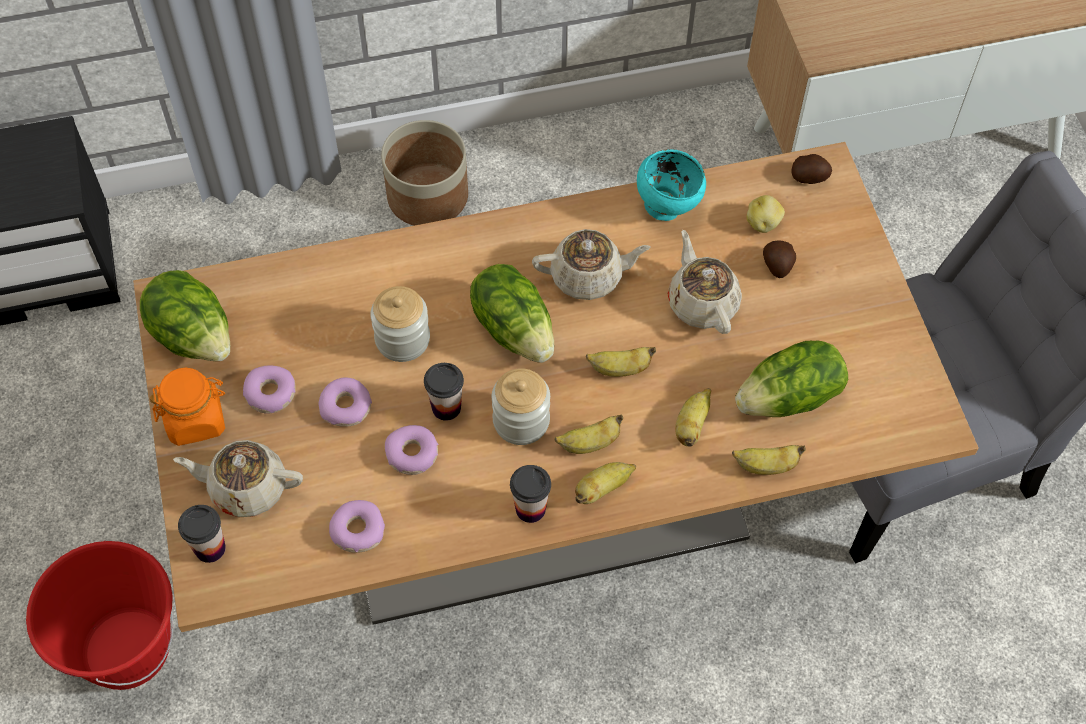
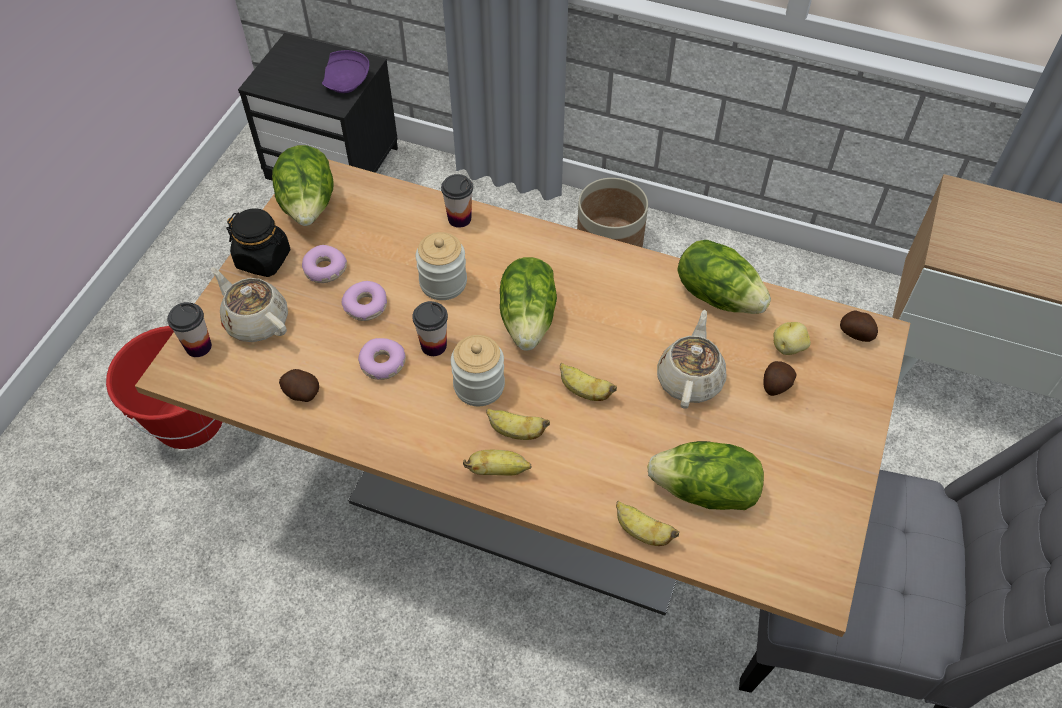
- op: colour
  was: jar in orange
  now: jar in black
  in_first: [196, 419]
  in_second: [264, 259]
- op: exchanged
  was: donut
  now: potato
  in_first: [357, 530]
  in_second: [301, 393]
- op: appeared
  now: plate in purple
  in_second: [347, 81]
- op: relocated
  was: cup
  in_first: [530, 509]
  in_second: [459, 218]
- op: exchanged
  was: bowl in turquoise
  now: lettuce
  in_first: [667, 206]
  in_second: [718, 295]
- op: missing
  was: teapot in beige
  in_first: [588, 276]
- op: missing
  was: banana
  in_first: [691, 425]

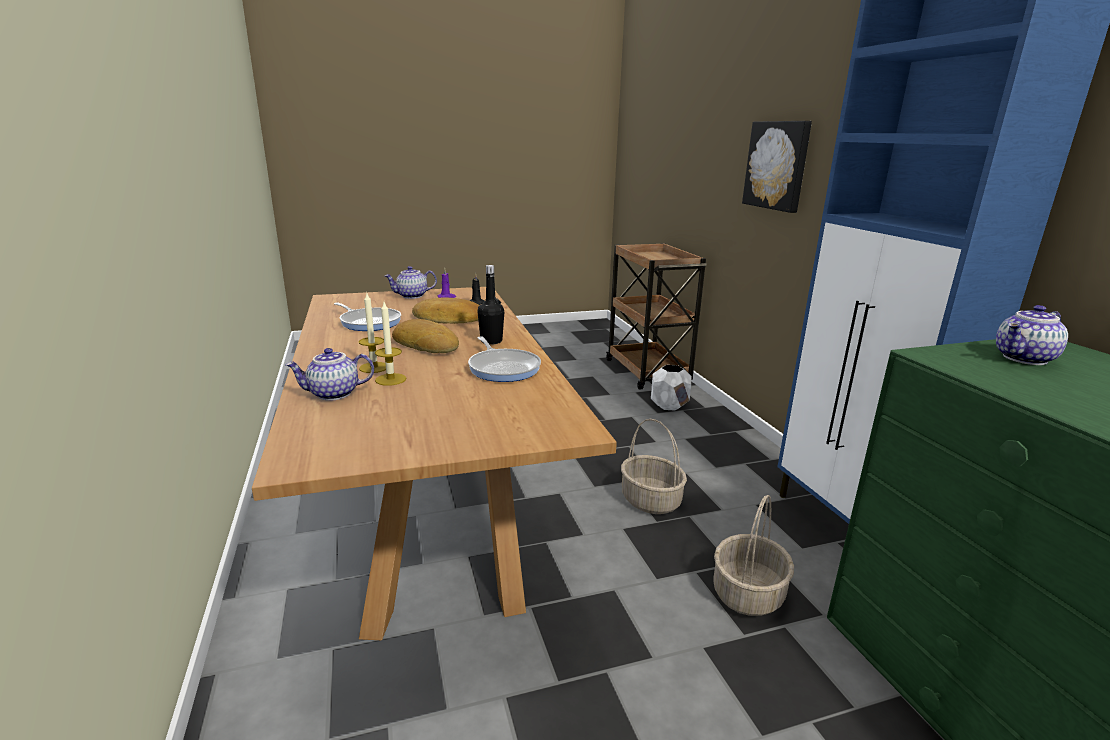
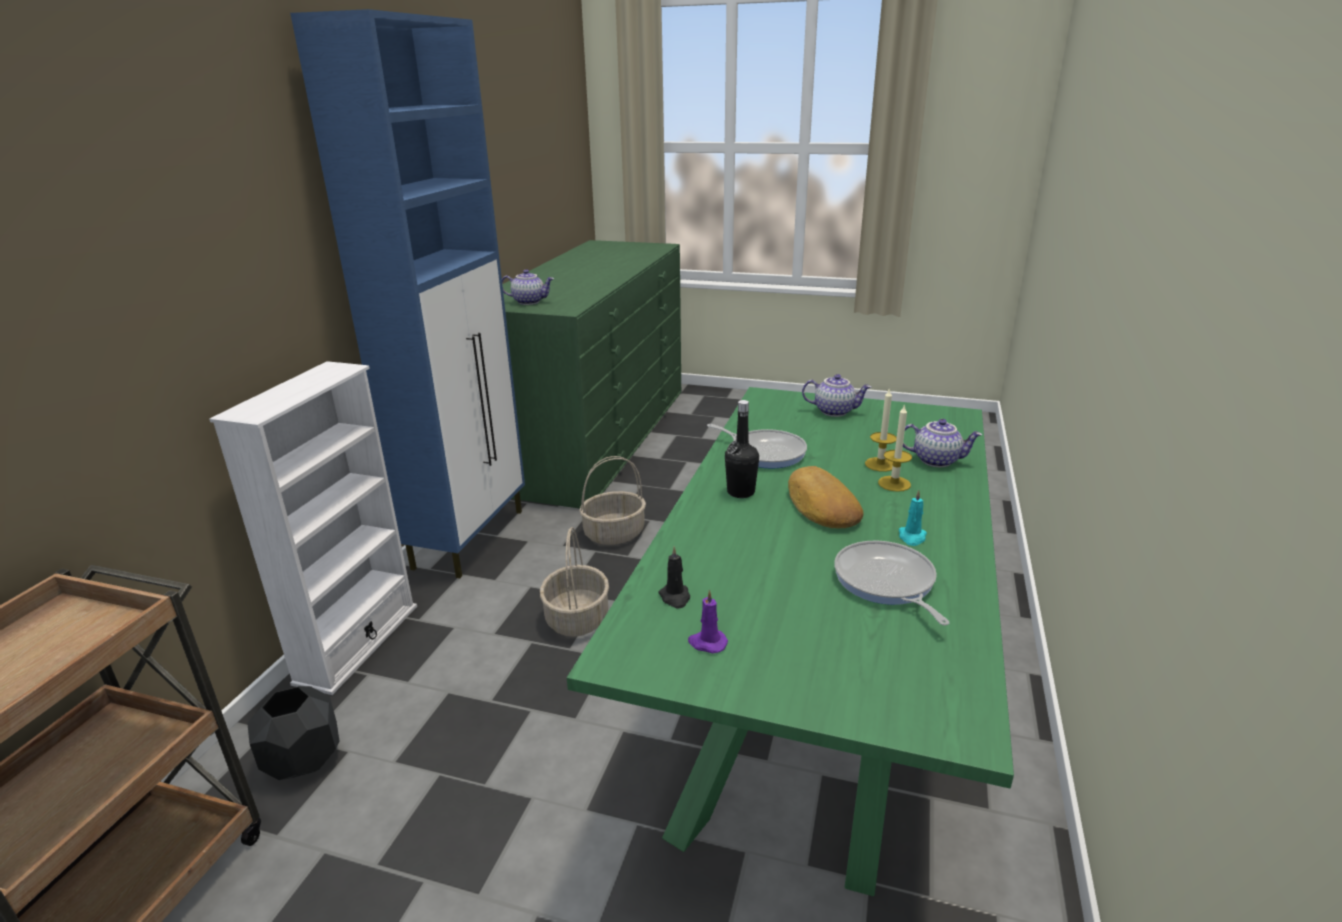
- op: appeared
  now: bookcase in white
  in_second: [357, 643]
- op: colour
  was: planter in white
  now: planter in black
  in_first: [669, 406]
  in_second: [303, 760]
- op: colour
  was: dining table in brown
  now: dining table in green
  in_first: [433, 511]
  in_second: [811, 697]
- op: spun
  was: frying pan
  in_first: [503, 368]
  in_second: [764, 452]
  clockwise: 120
- op: relocated
  was: teapot
  in_first: [412, 296]
  in_second: [834, 411]
- op: appeared
  now: candle in turquoise
  in_second: [912, 537]
- op: missing
  was: bread
  in_first: [449, 319]
- op: missing
  was: picture
  in_first: [777, 165]

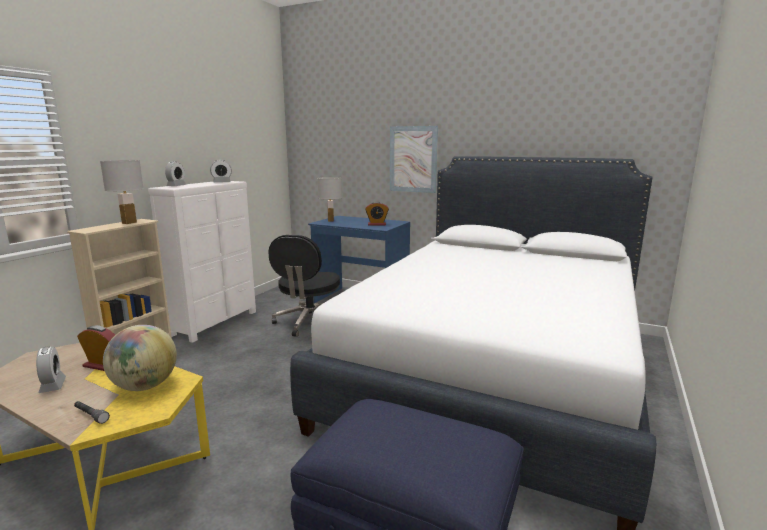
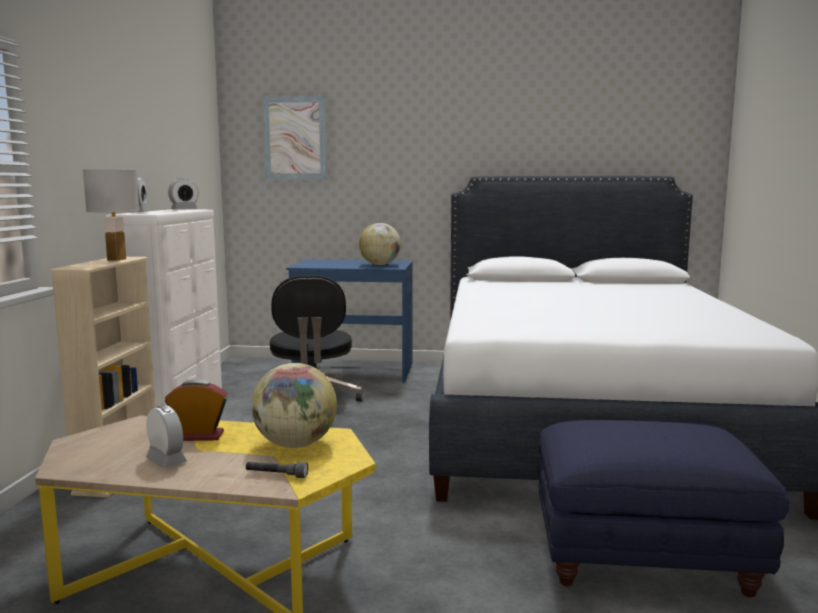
- op: relocated
  was: picture
  in_first: [413, 159]
  in_second: [295, 138]
- op: exchanged
  was: alarm clock
  now: globe
  in_first: [377, 224]
  in_second: [380, 264]
- op: missing
  was: table lamp in white
  in_first: [330, 220]

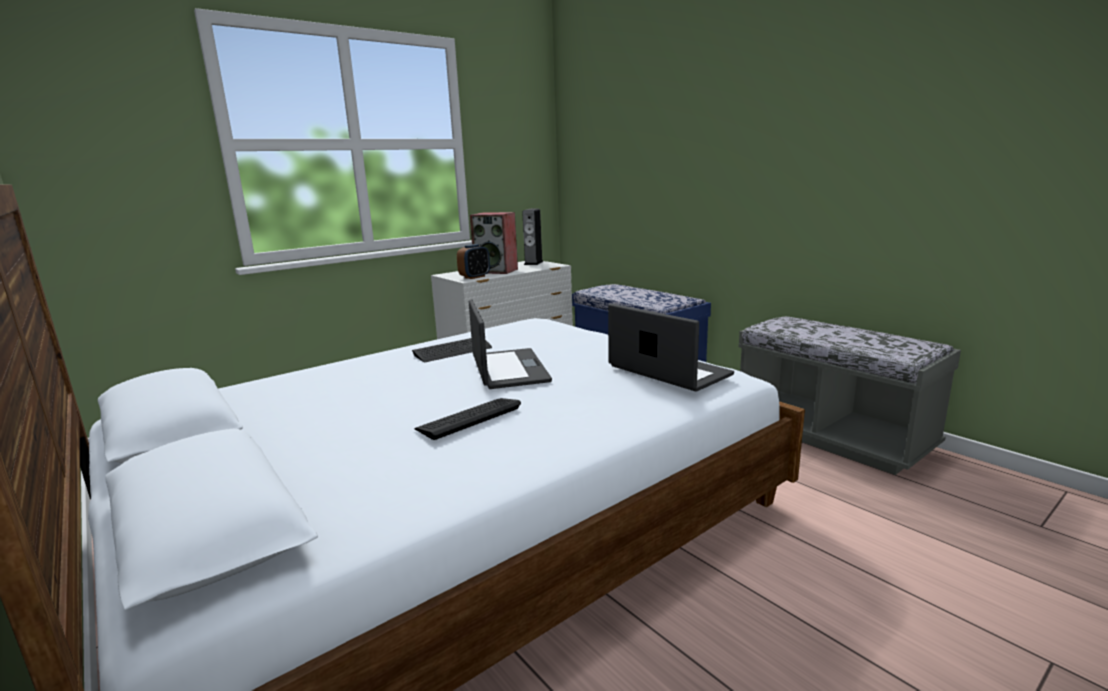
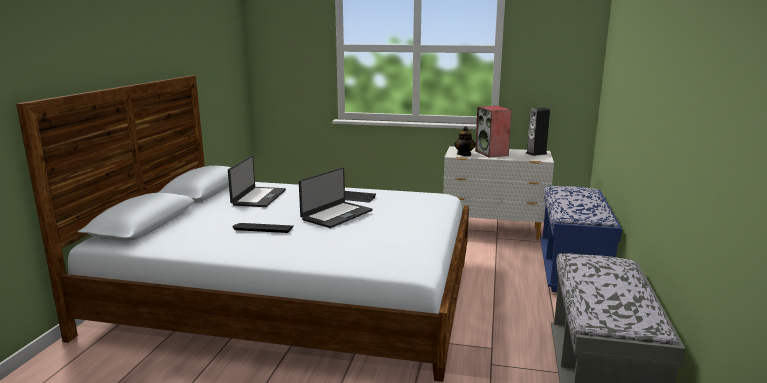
- op: relocated
  was: laptop
  in_first: [668, 371]
  in_second: [258, 197]
- op: exchanged
  was: alarm clock
  now: teapot
  in_first: [475, 277]
  in_second: [464, 154]

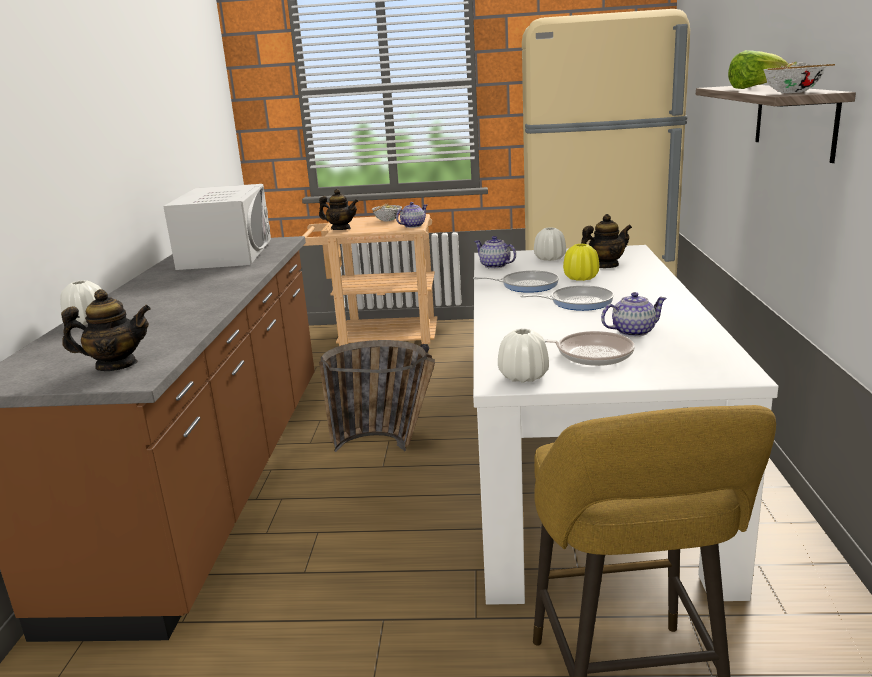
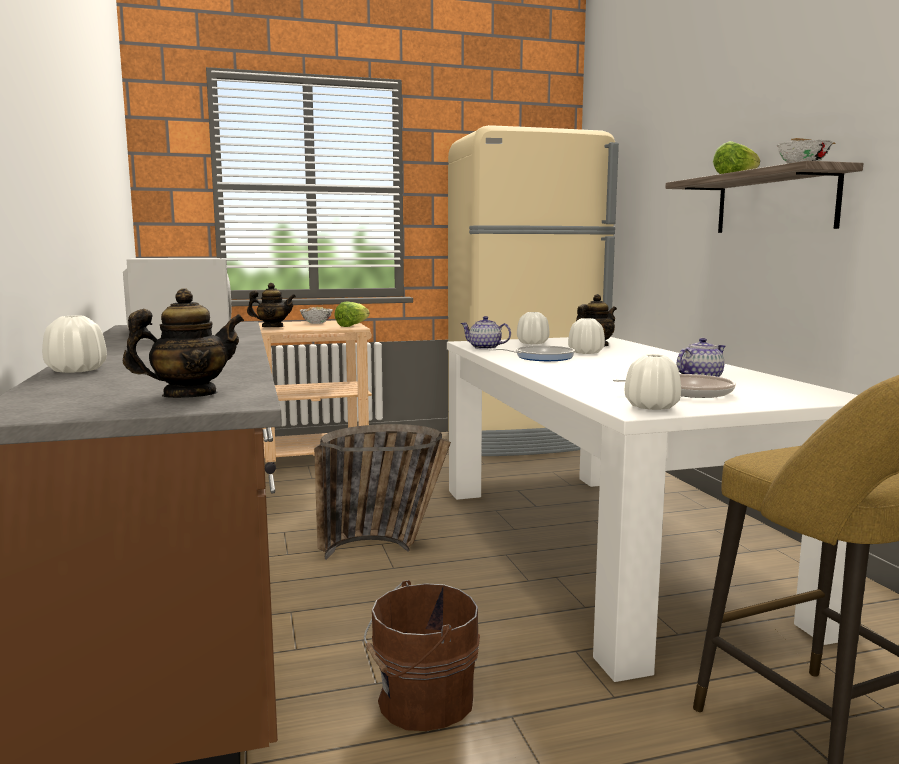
- op: exchanged
  was: teapot
  now: lettuce
  in_first: [412, 226]
  in_second: [352, 326]
- op: appeared
  now: bucket in brown
  in_second: [420, 701]
- op: colour
  was: vase in yellow
  now: vase in white
  in_first: [580, 278]
  in_second: [585, 353]
- op: missing
  was: frying pan
  in_first: [577, 302]

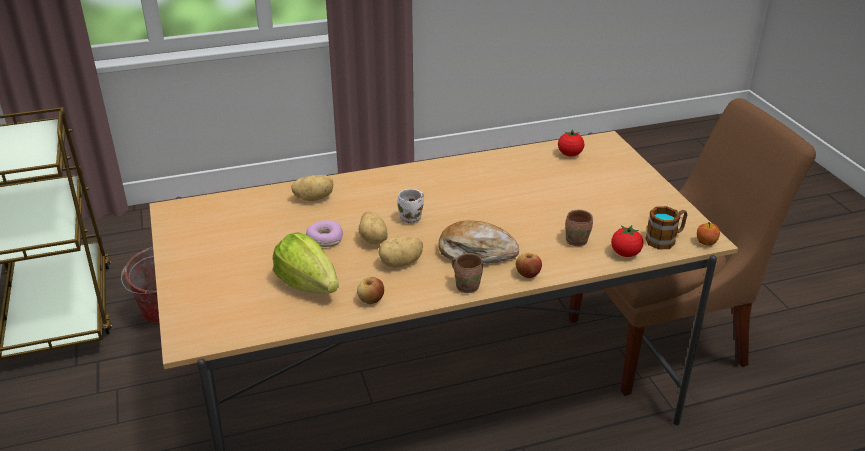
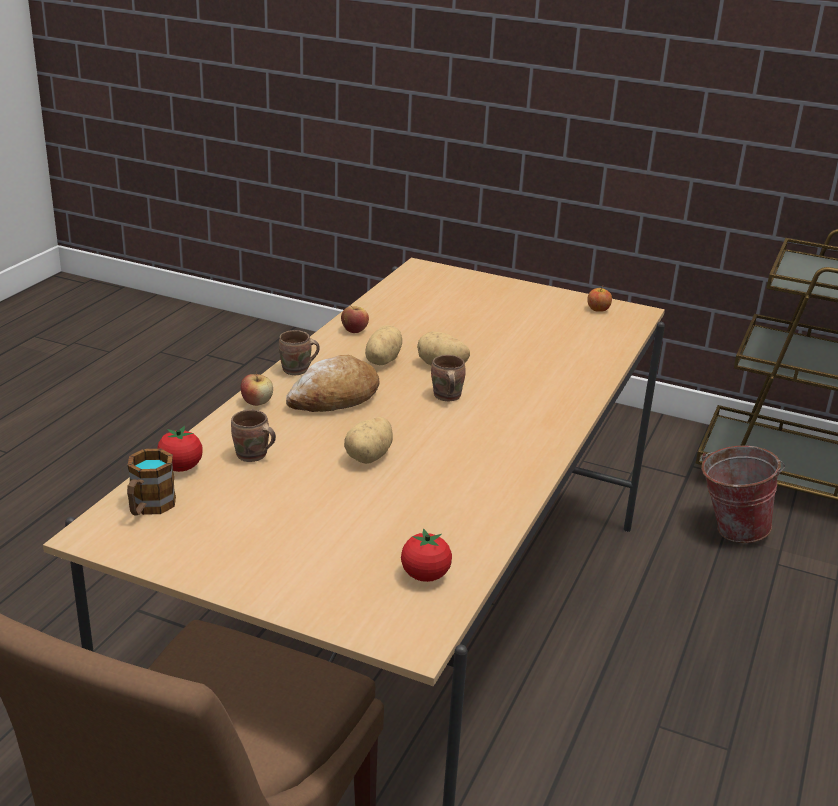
- op: relocated
  was: potato
  in_first: [314, 198]
  in_second: [370, 457]
- op: colour
  was: mug in white
  now: mug in brown
  in_first: [412, 219]
  in_second: [445, 397]
- op: relocated
  was: apple
  in_first: [706, 242]
  in_second: [598, 309]
- op: missing
  was: lettuce
  in_first: [308, 284]
- op: missing
  was: donut
  in_first: [324, 239]

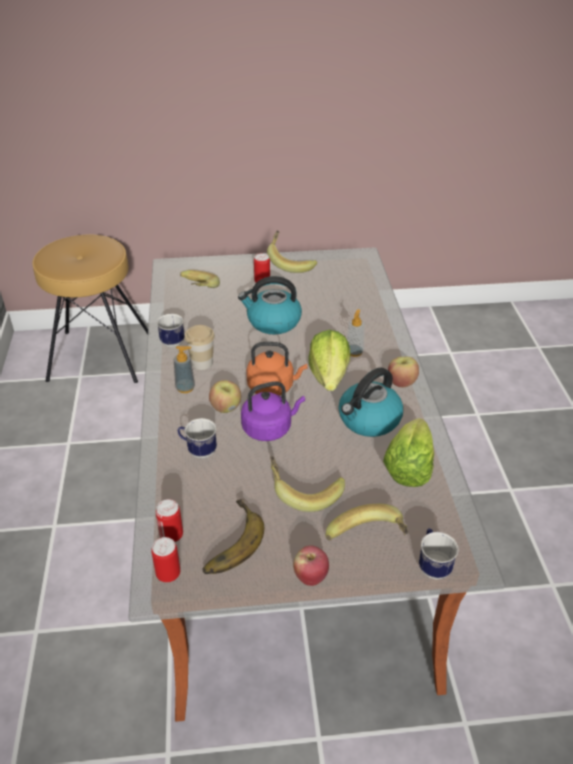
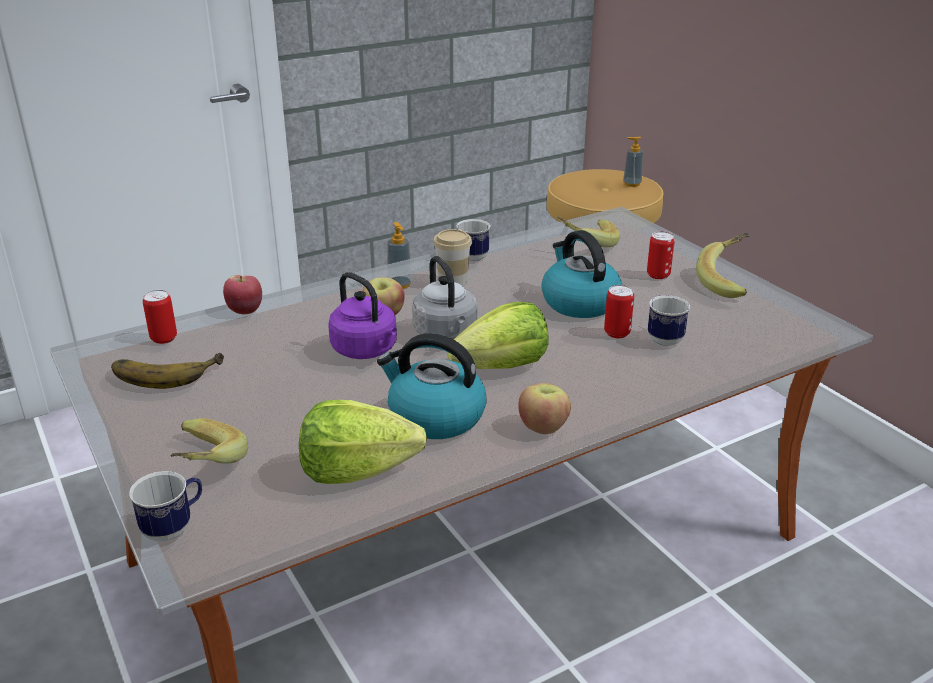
- op: relocated
  was: apple
  in_first: [310, 577]
  in_second: [245, 311]
- op: colour
  was: kettle in orange
  now: kettle in grey
  in_first: [273, 387]
  in_second: [446, 334]
- op: relocated
  was: can
  in_first: [168, 574]
  in_second: [617, 333]
- op: relocated
  was: soap dispenser
  in_first: [354, 352]
  in_second: [632, 184]
- op: relocated
  was: mug
  in_first: [198, 451]
  in_second: [663, 337]
- op: missing
  was: banana
  in_first: [304, 491]

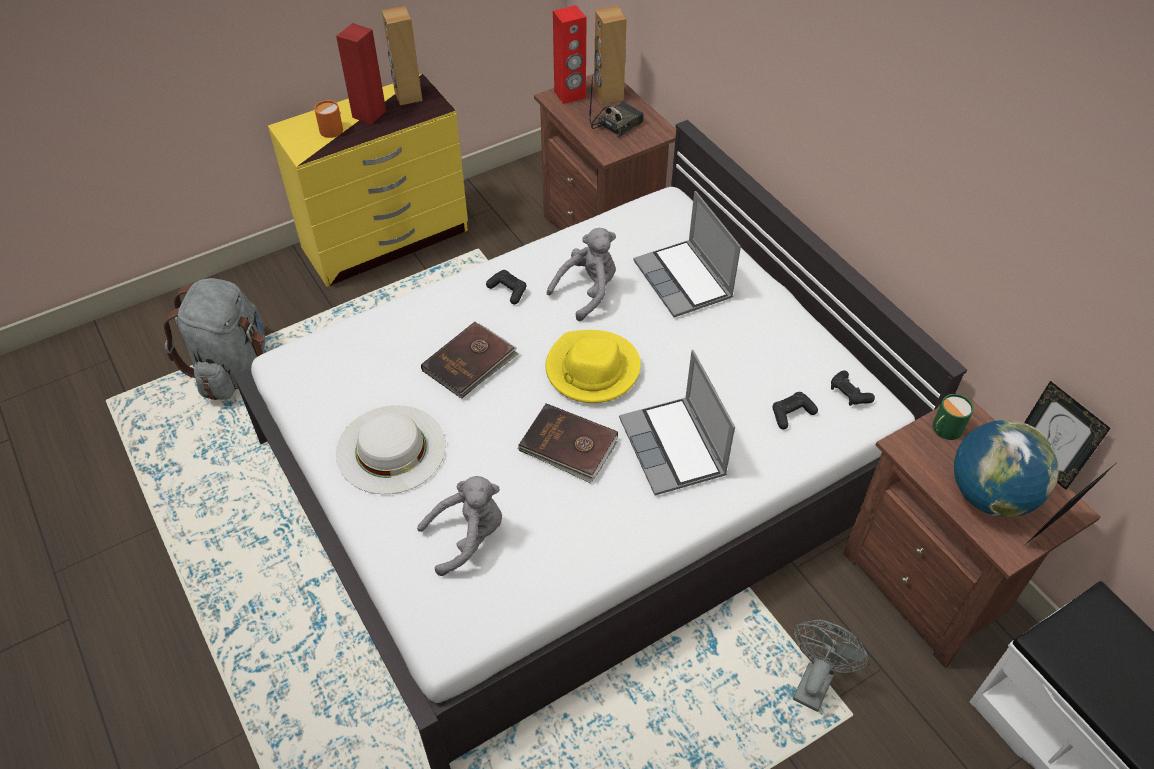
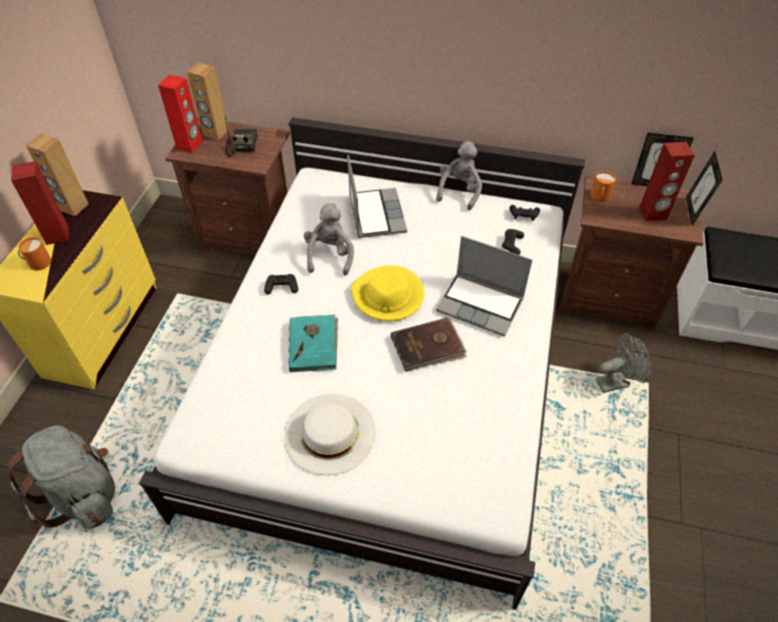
- op: colour
  was: book in brown
  now: book in turquoise
  in_first: [470, 362]
  in_second: [314, 344]
- op: spun
  was: laptop
  in_first: [684, 280]
  in_second: [375, 214]
  clockwise: -120
- op: relocated
  was: plush toy in grey
  in_first: [468, 537]
  in_second: [459, 191]
- op: colour
  was: mug in green
  now: mug in orange
  in_first: [944, 428]
  in_second: [599, 197]
- op: spun
  was: fan in grey
  in_first: [815, 680]
  in_second: [616, 382]
  clockwise: 90
- op: exchanged
  was: globe
  now: speaker in red
  in_first: [990, 495]
  in_second: [653, 213]

